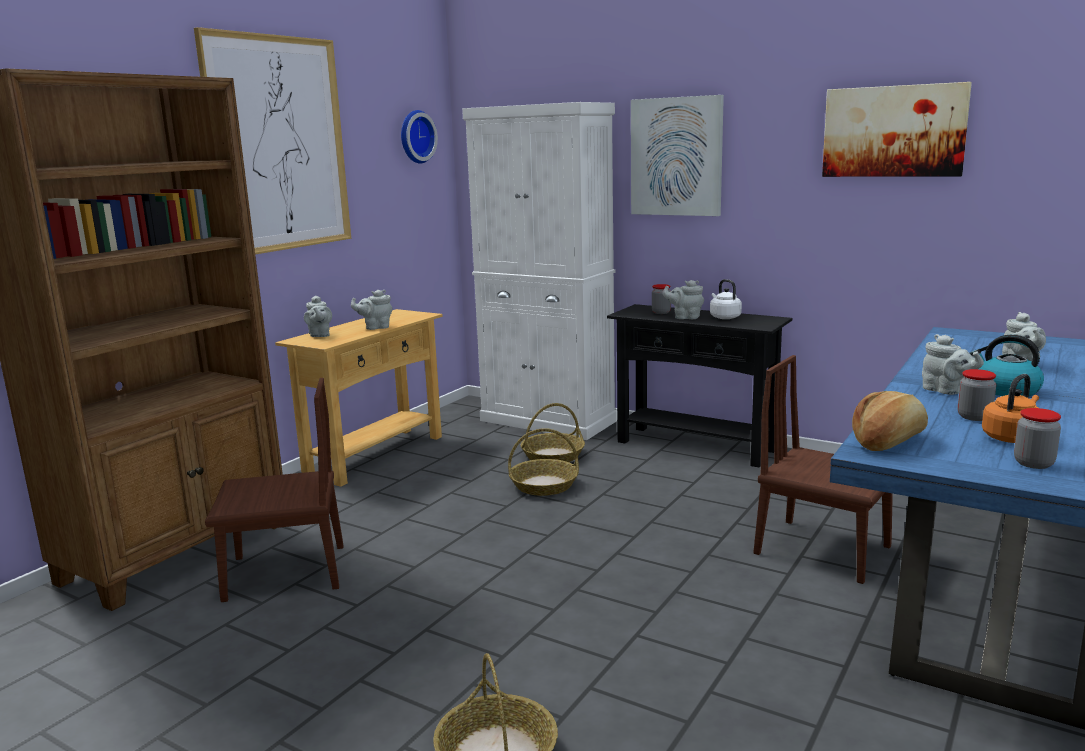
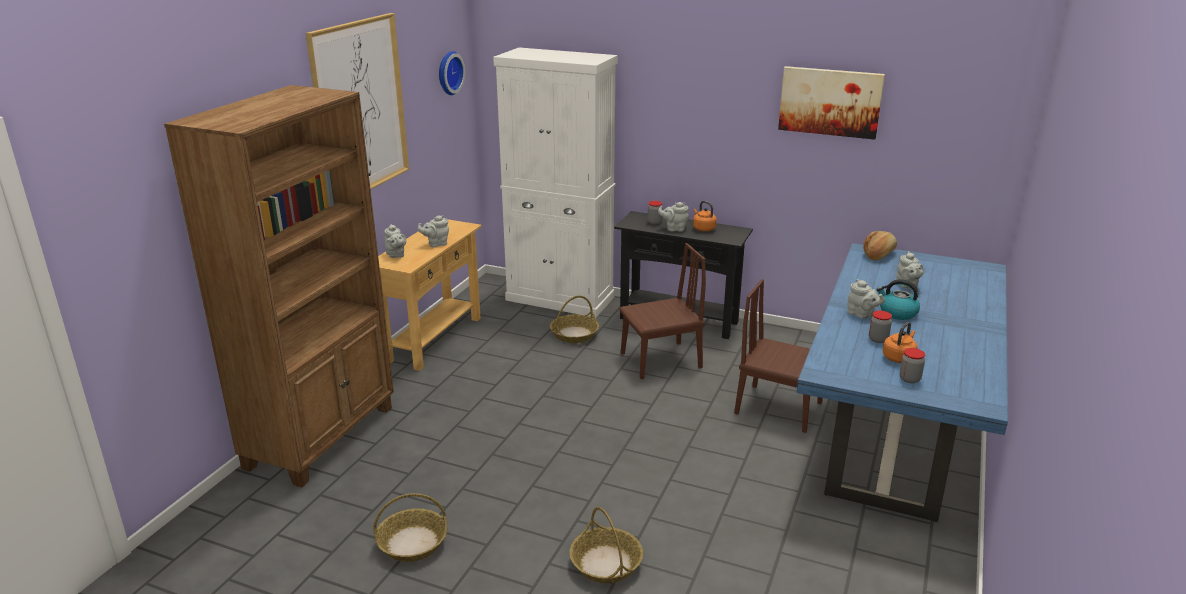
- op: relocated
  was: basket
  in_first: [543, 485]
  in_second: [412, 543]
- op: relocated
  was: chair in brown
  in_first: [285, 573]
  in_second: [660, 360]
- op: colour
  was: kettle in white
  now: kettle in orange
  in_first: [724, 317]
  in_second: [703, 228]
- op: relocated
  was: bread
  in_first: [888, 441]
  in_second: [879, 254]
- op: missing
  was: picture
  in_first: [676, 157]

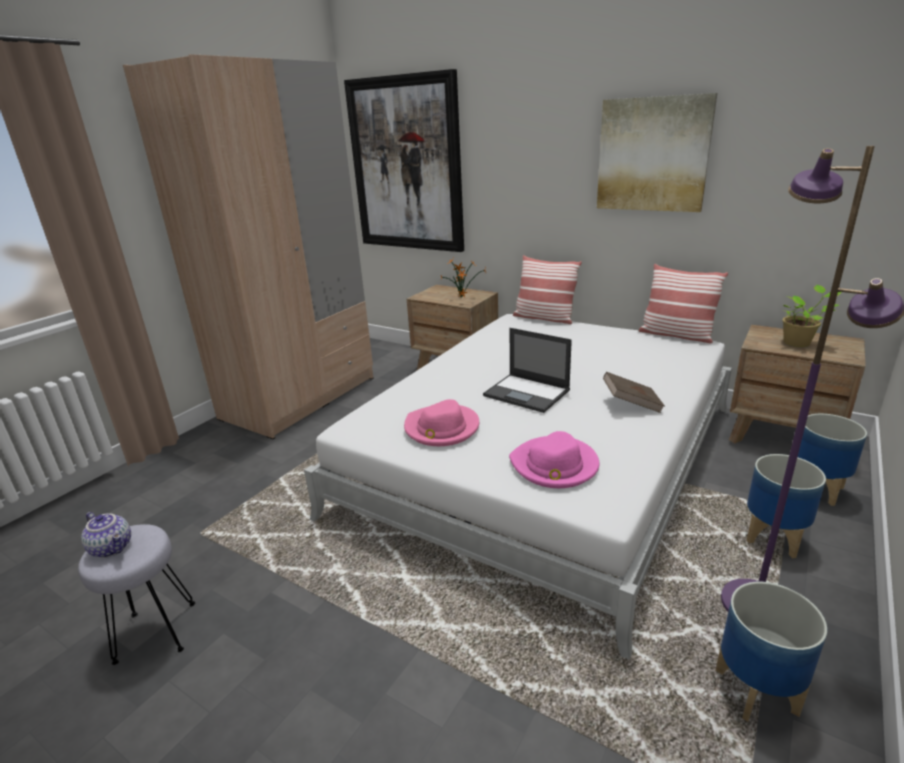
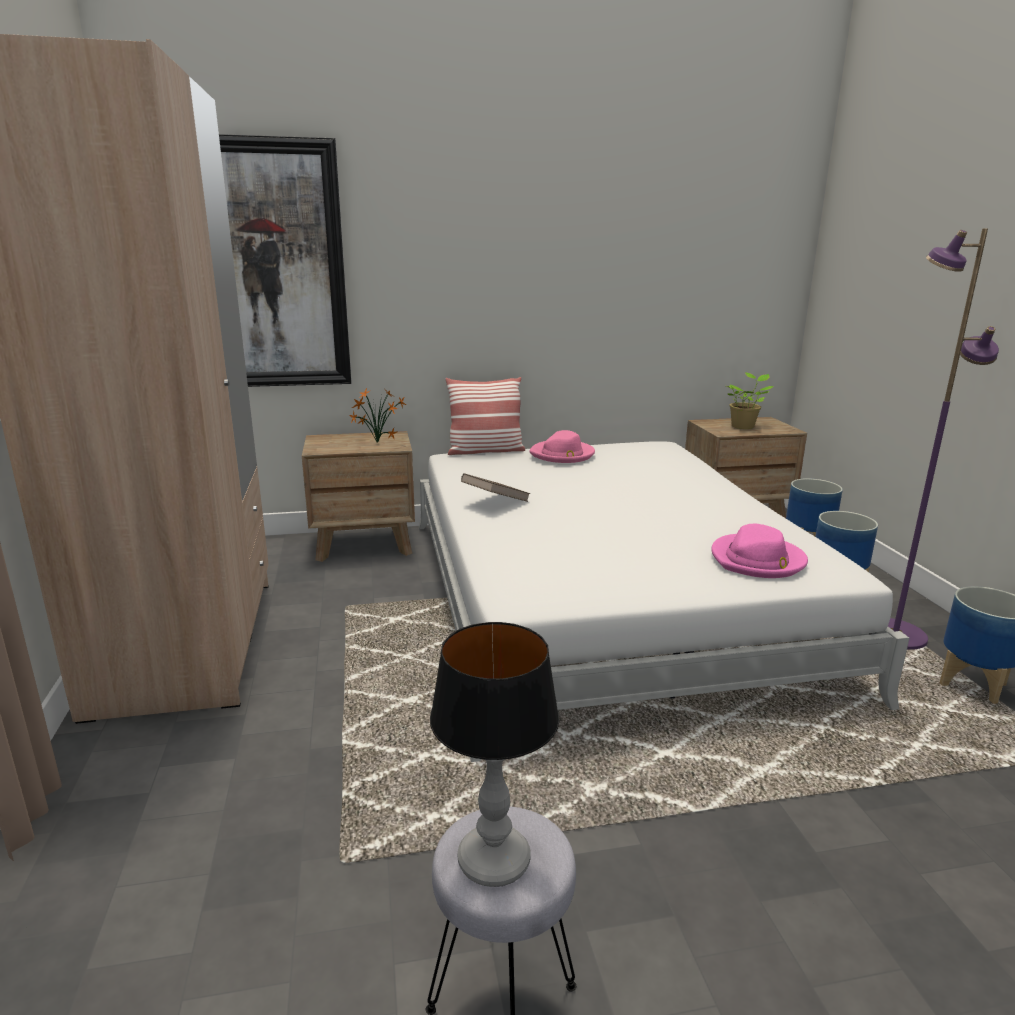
- op: exchanged
  was: teapot
  now: table lamp
  in_first: [113, 547]
  in_second: [492, 860]
- op: relocated
  was: book in brown
  in_first: [631, 404]
  in_second: [495, 502]
- op: relocated
  was: hat in pink
  in_first: [441, 428]
  in_second: [562, 454]
- op: missing
  was: laptop
  in_first: [527, 393]
- op: missing
  was: picture
  in_first: [653, 155]
- op: missing
  was: pillow
  in_first: [676, 335]

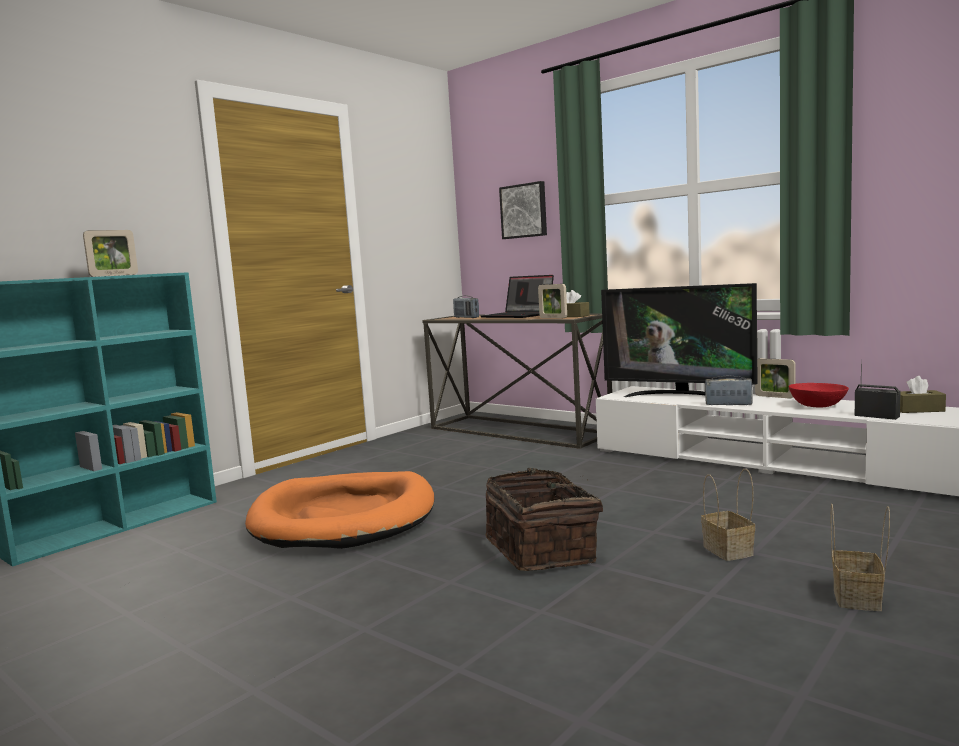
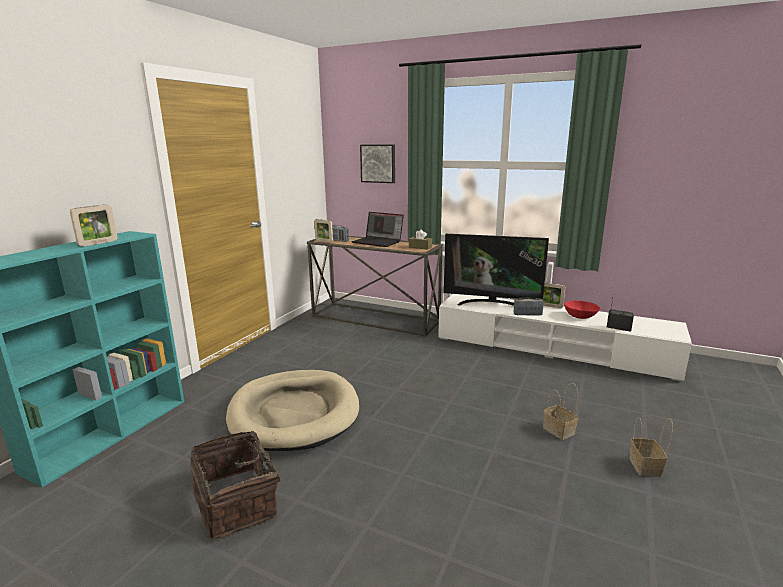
- op: relocated
  was: basket
  in_first: [543, 549]
  in_second: [238, 502]
- op: colour
  was: dog bed in orange
  now: dog bed in beige
  in_first: [344, 517]
  in_second: [294, 413]
- op: relocated
  was: picture frame
  in_first: [553, 318]
  in_second: [324, 241]
- op: missing
  was: tissue box in brown
  in_first: [918, 410]

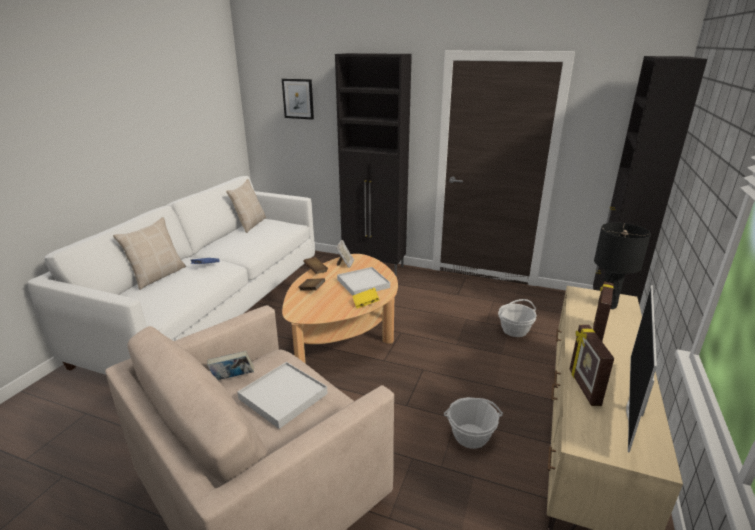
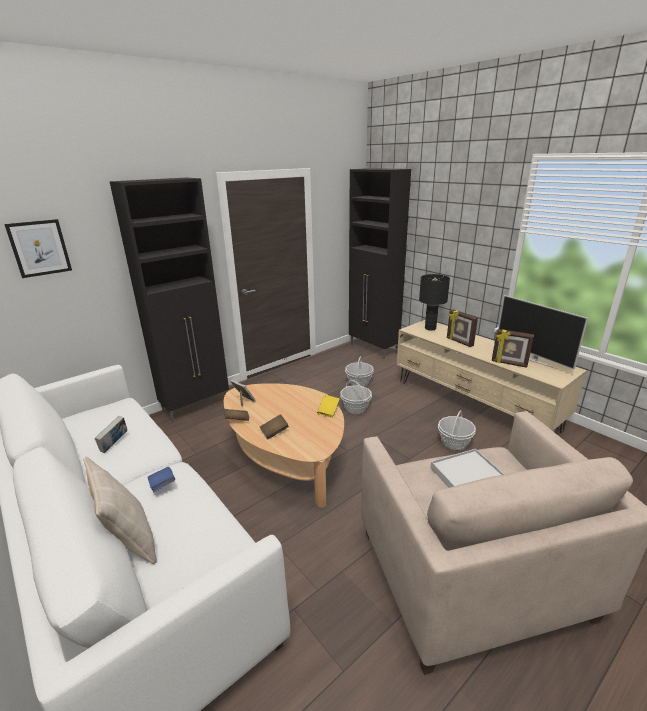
- op: relocated
  was: book
  in_first: [233, 378]
  in_second: [114, 445]
- op: appeared
  now: basket
  in_second: [355, 408]
- op: missing
  was: pillow in beige
  in_first: [250, 224]
- op: missing
  was: tray in white
  in_first: [363, 284]

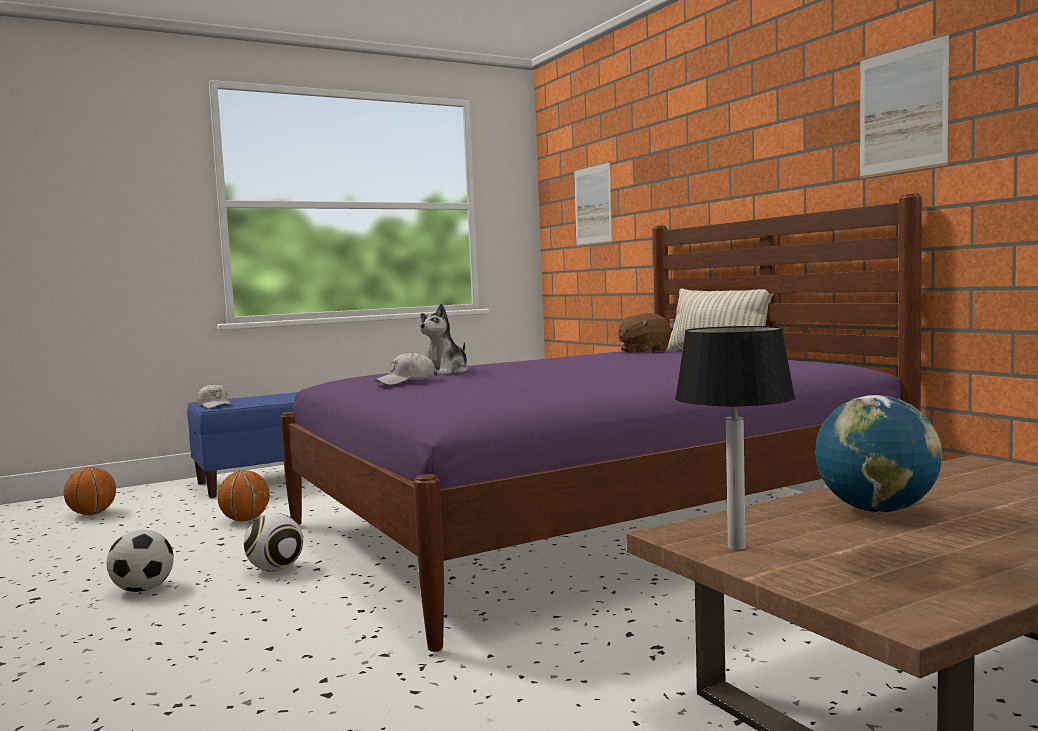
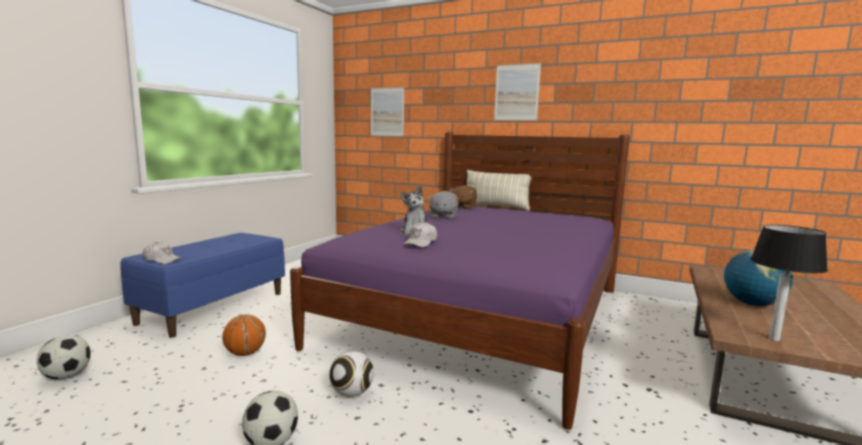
- op: exchanged
  was: basketball
  now: football
  in_first: [92, 514]
  in_second: [67, 376]
- op: appeared
  now: plush toy in grey
  in_second: [443, 217]
- op: relocated
  was: picture
  in_first: [902, 109]
  in_second: [517, 92]

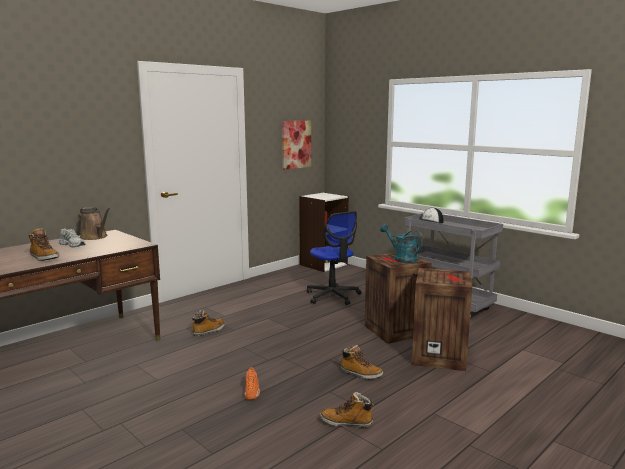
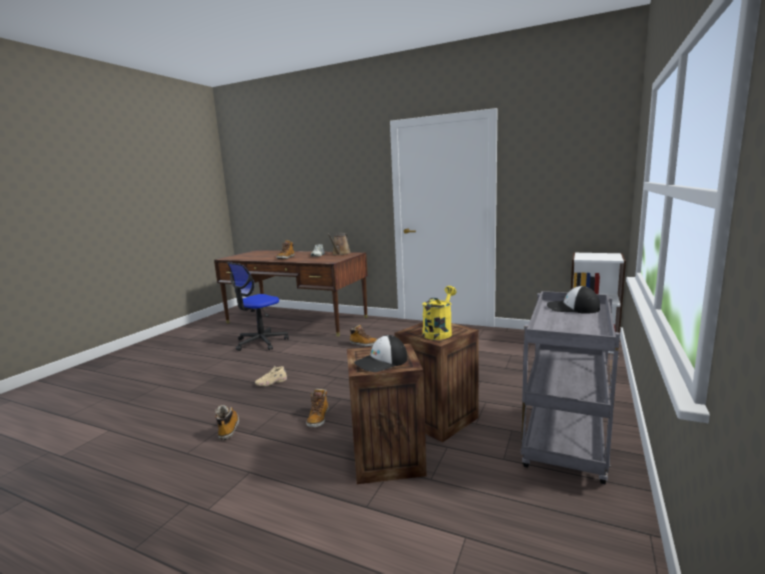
- op: relocated
  was: office chair
  in_first: [332, 296]
  in_second: [261, 342]
- op: colour
  was: shoe in orange
  now: shoe in beige
  in_first: [252, 391]
  in_second: [271, 382]
- op: appeared
  now: cap
  in_second: [381, 362]
- op: colour
  was: watering can in turquoise
  now: watering can in yellow
  in_first: [401, 258]
  in_second: [439, 332]
- op: missing
  was: picture
  in_first: [296, 144]

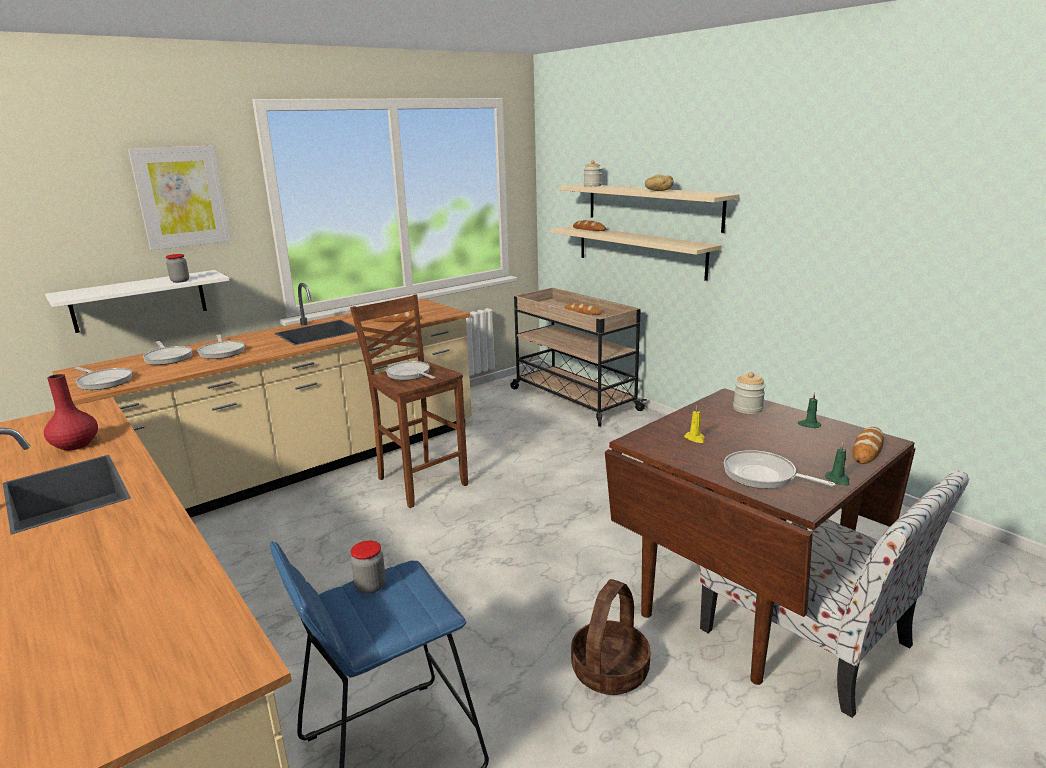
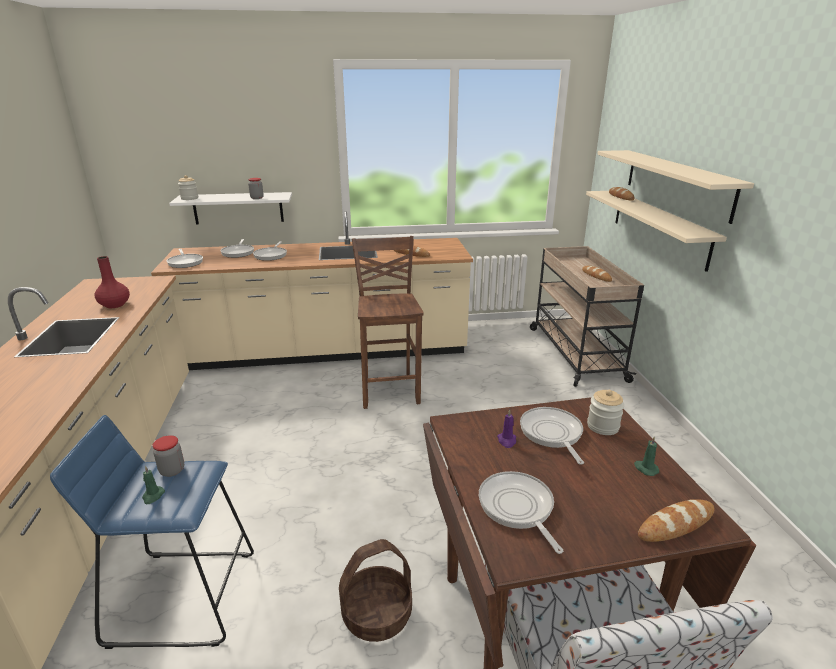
- op: relocated
  was: candle in green
  in_first: [838, 480]
  in_second: [153, 496]
- op: relocated
  was: jar
  in_first: [592, 186]
  in_second: [189, 198]
- op: colour
  was: candle in yellow
  now: candle in purple
  in_first: [695, 438]
  in_second: [507, 441]
- op: relocated
  was: frying pan
  in_first: [410, 374]
  in_second: [552, 434]
- op: missing
  was: picture
  in_first: [181, 197]
- op: missing
  was: bread
  in_first: [657, 190]

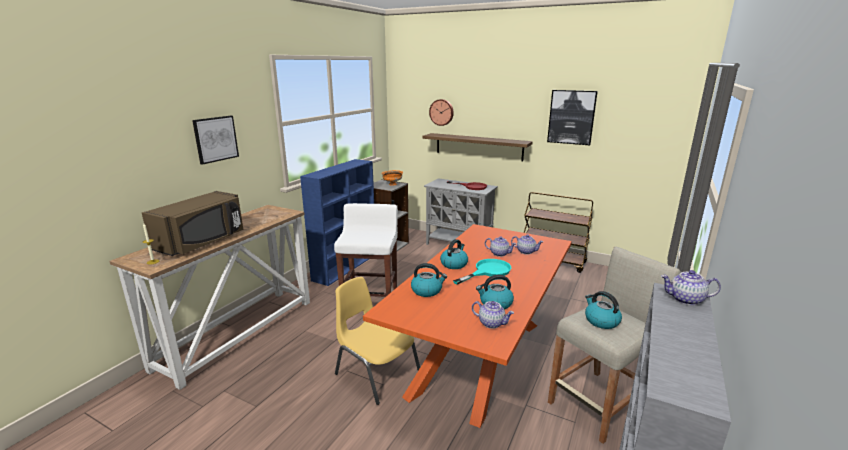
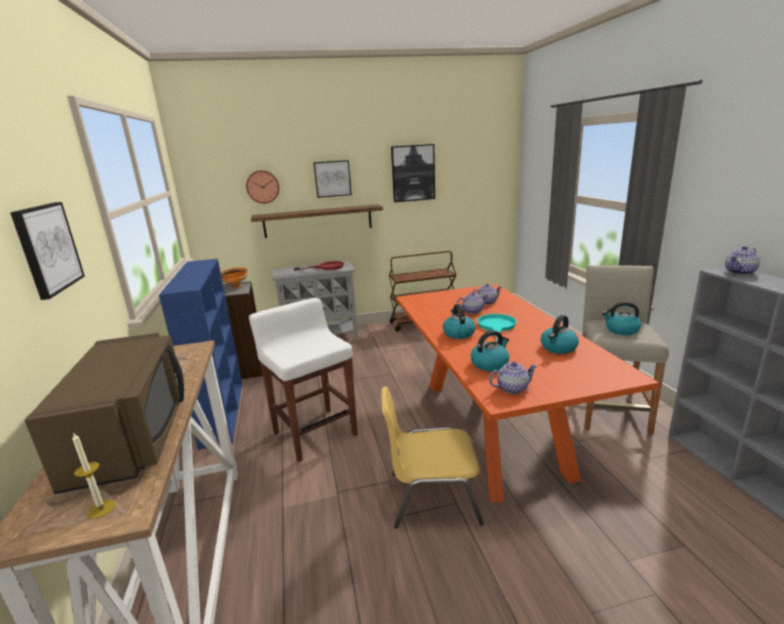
- op: appeared
  now: picture
  in_second: [332, 178]
- op: relocated
  was: teapot
  in_first: [492, 323]
  in_second: [512, 388]

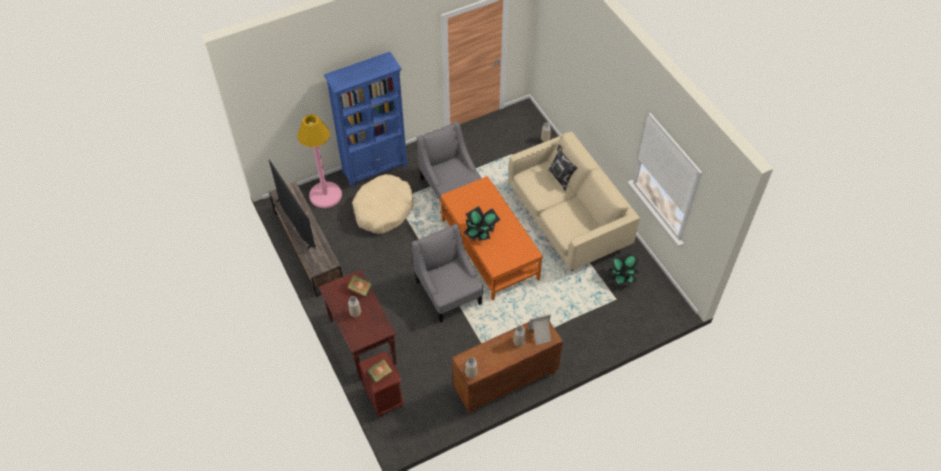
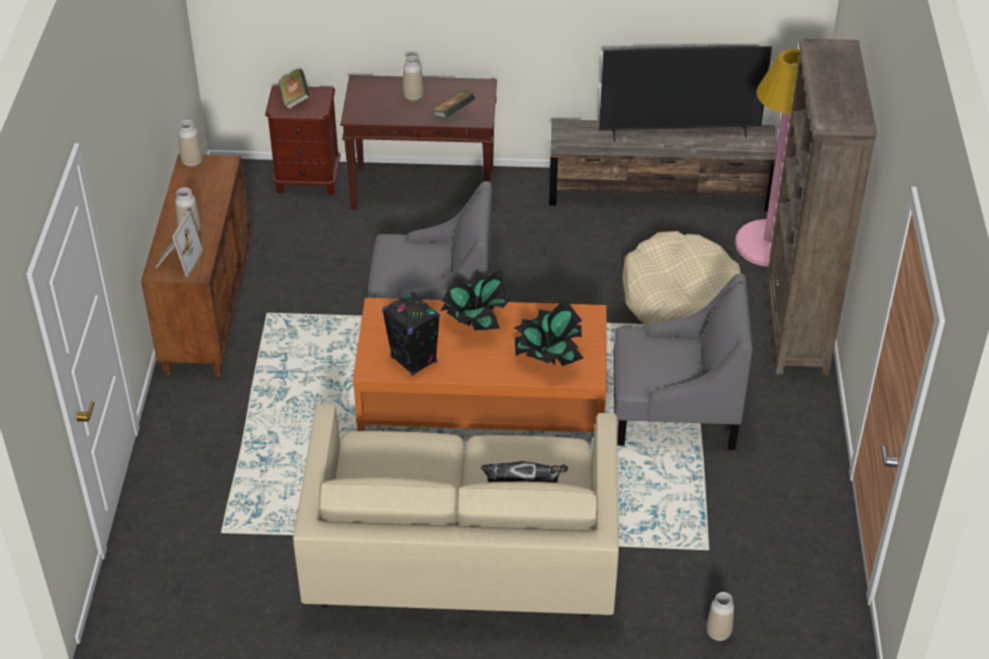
- op: appeared
  now: speaker in black
  in_second: [414, 360]
- op: relocated
  was: potted plant
  in_first: [622, 276]
  in_second: [547, 358]
- op: colour
  was: bookcase in blue
  now: bookcase in brown
  in_first: [375, 169]
  in_second: [796, 327]

